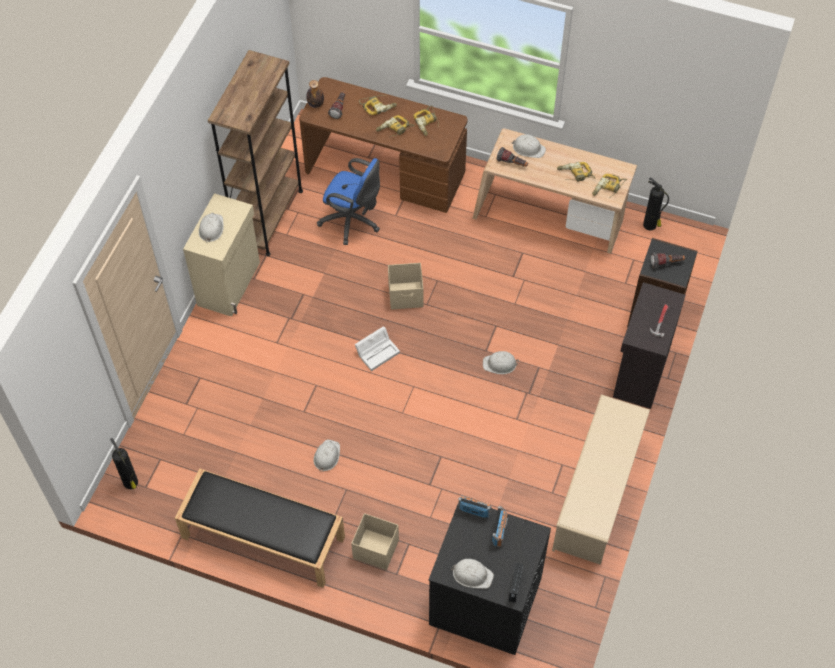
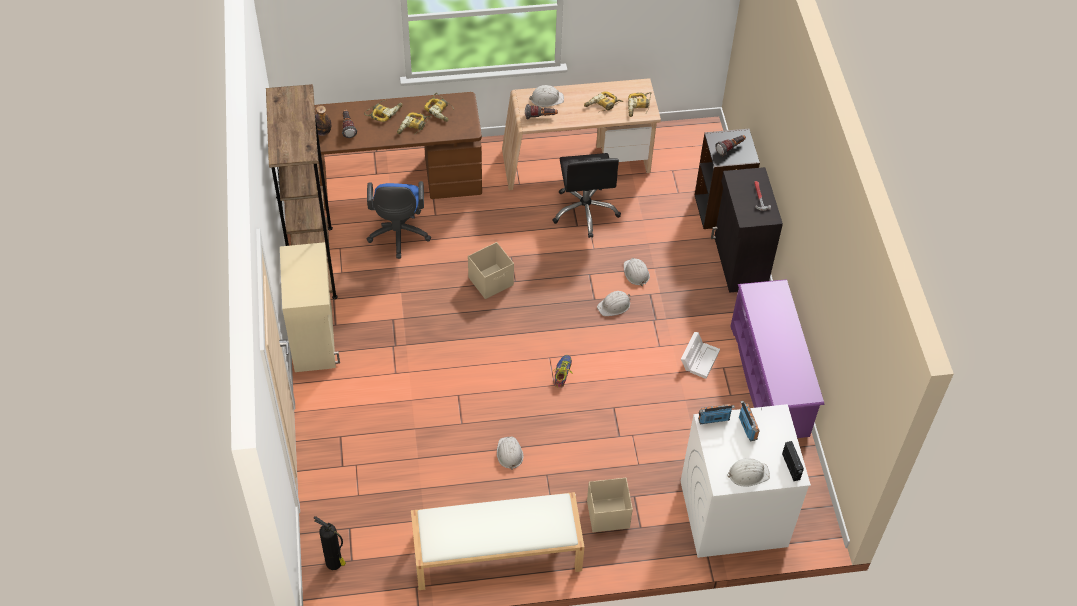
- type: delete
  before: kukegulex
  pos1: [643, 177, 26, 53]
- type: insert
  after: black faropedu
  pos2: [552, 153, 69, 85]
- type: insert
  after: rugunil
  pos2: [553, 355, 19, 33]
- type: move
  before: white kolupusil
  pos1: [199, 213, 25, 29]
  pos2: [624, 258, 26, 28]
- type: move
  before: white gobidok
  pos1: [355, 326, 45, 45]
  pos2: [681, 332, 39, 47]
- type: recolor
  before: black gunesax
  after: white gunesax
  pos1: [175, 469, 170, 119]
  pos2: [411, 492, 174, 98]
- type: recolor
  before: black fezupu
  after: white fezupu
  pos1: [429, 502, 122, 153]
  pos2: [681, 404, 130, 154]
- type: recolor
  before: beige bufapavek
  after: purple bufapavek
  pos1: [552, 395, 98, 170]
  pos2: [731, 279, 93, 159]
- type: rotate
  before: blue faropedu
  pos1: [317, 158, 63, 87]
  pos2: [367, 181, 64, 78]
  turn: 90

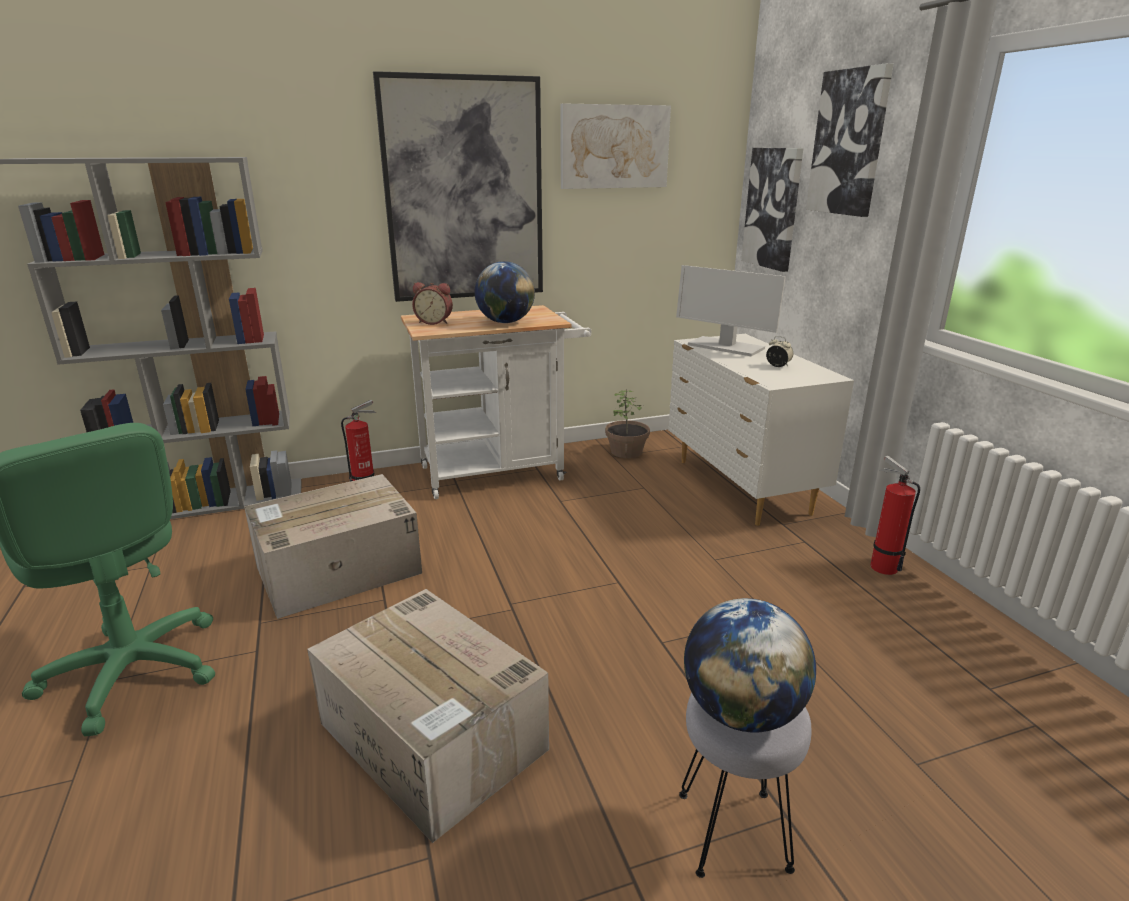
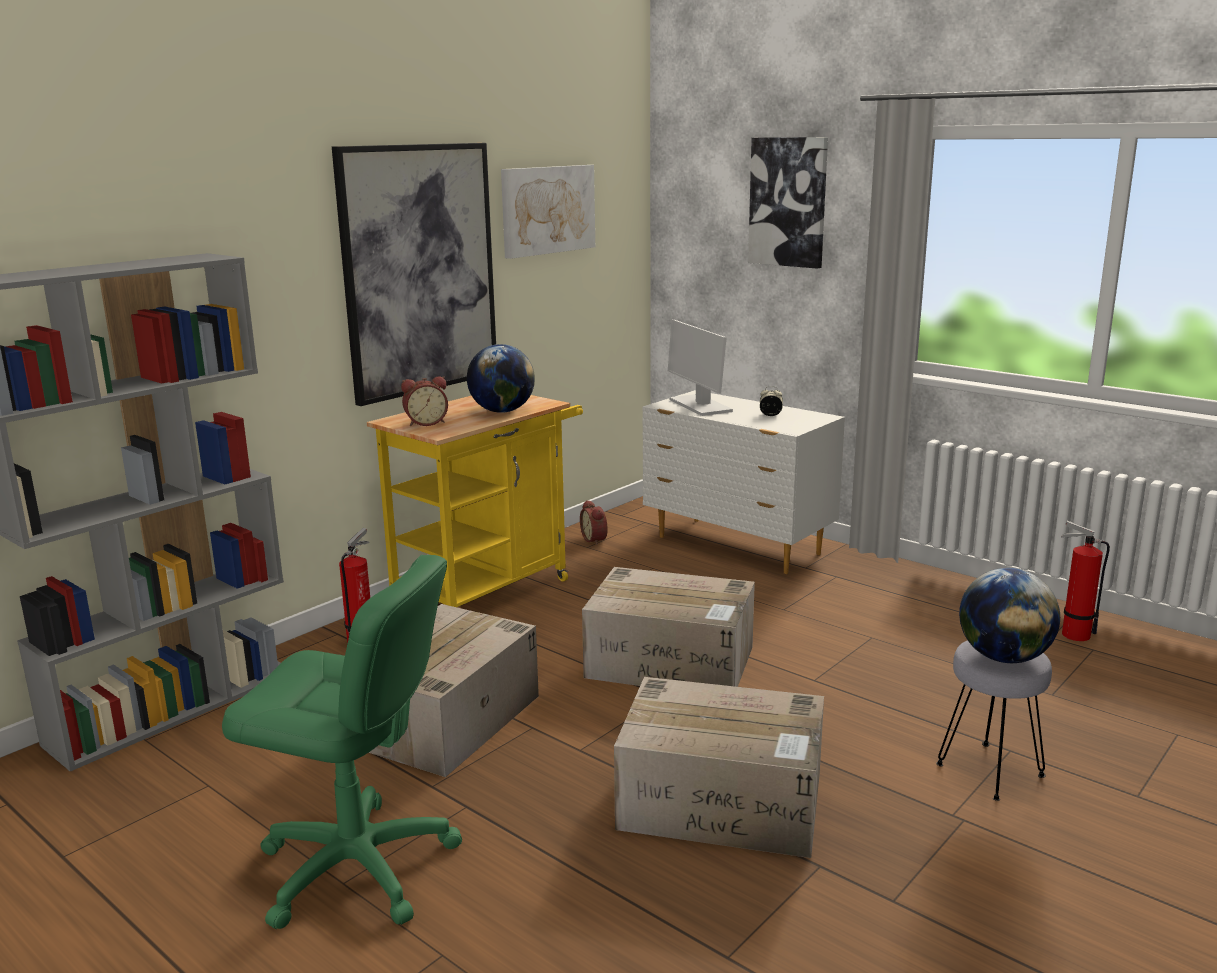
- type: delete
  before: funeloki
  pos1: [741, 148, 63, 124]
- type: insert
  after: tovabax
  pos2: [582, 567, 173, 120]
- type: move
  before: kukegulex
  pos1: [870, 456, 50, 119]
  pos2: [1061, 521, 49, 120]
- type: replace
  before: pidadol
  after: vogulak
  pos1: [605, 390, 45, 68]
  pos2: [580, 500, 28, 45]
- type: recolor
  before: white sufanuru
  after: yellow sufanuru
  pos1: [401, 305, 191, 194]
  pos2: [367, 395, 216, 212]
- type: rotate
  before: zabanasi
  pos1: [676, 265, 110, 91]
  pos2: [668, 320, 65, 96]
  turn: 60

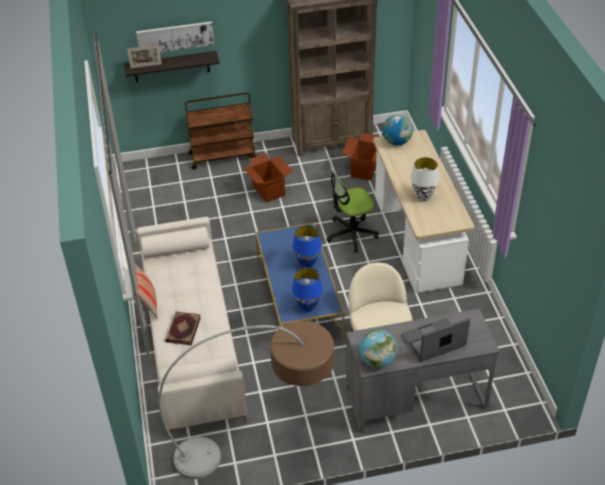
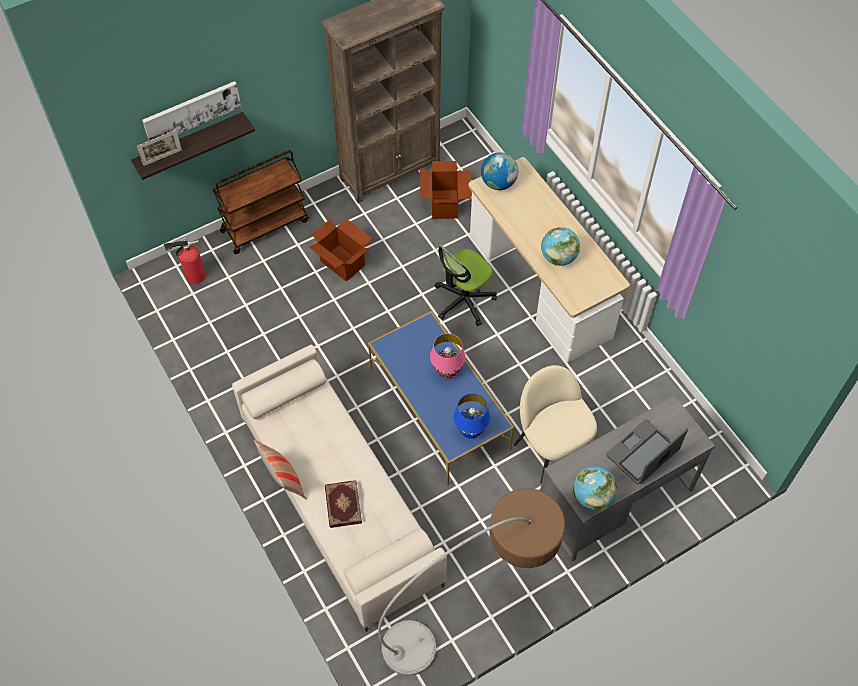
- type: insert
  after: kukegulex
  pos2: [164, 238, 42, 46]
- type: replace
  before: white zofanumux
  after: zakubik
  pos1: [410, 157, 29, 44]
  pos2: [541, 227, 39, 39]
- type: recolor
  before: blue zofanumux
  after: pink zofanumux
  pos1: [292, 225, 30, 43]
  pos2: [430, 334, 35, 45]

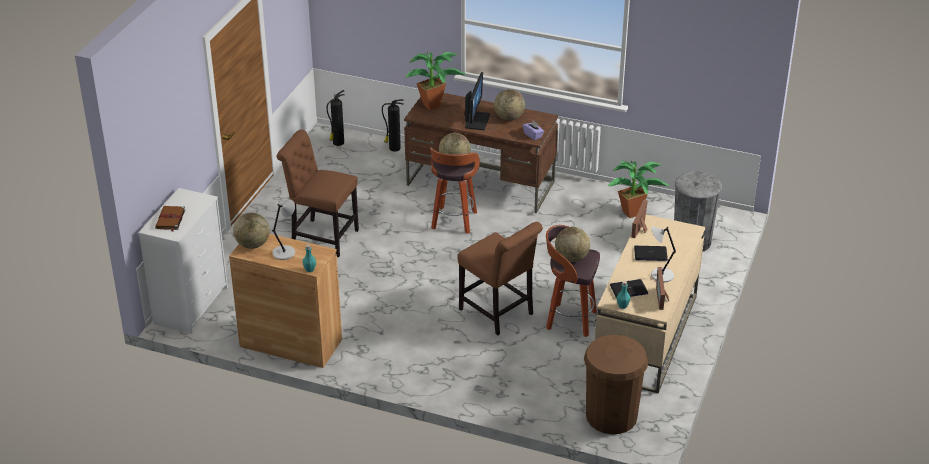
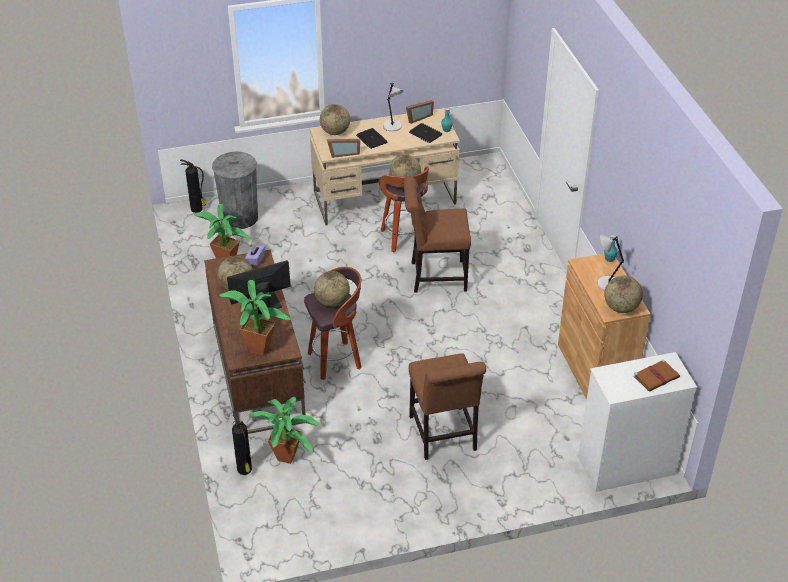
- type: delete
  before: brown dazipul
  pos1: [584, 335, 64, 99]
- type: insert
  after: pidadol
  pos2: [249, 397, 71, 67]
- type: insert
  after: zakubik
  pos2: [320, 104, 30, 31]
- type: move
  before: kukegulex
  pos1: [327, 90, 17, 56]
  pos2: [180, 159, 26, 54]
- type: rotate
  before: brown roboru
  pos1: [458, 222, 85, 113]
  pos2: [403, 176, 68, 117]
  turn: -105

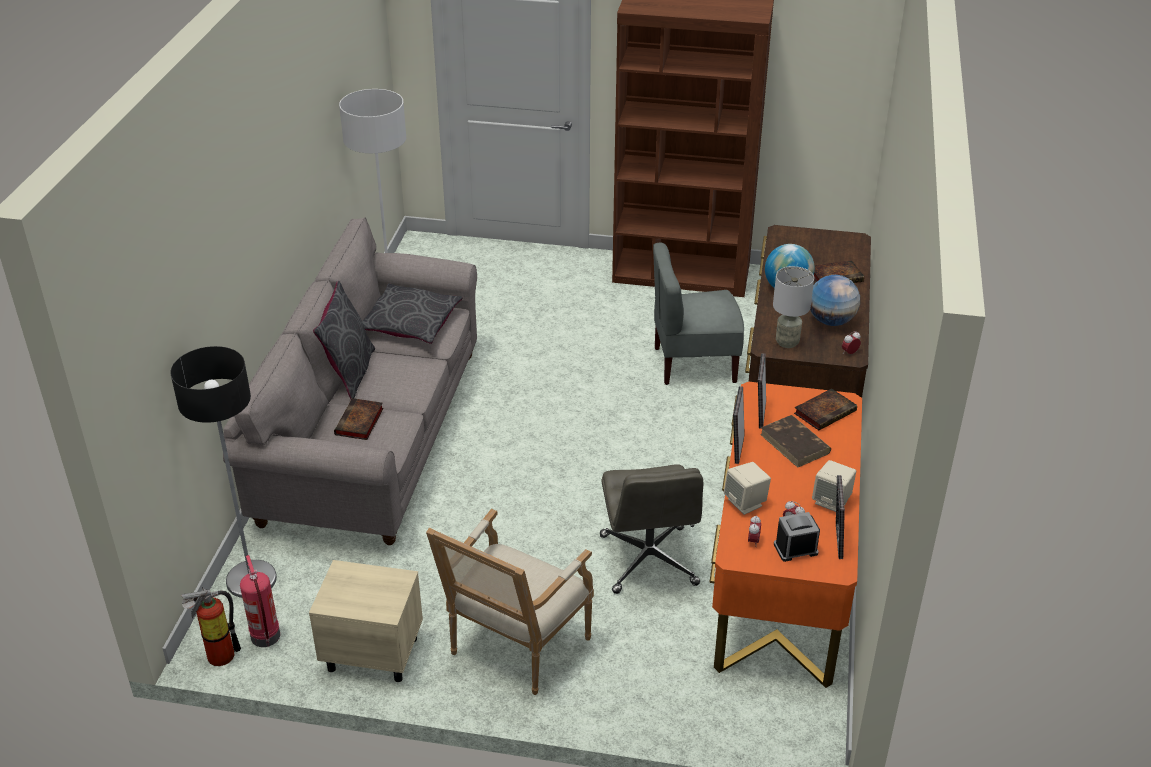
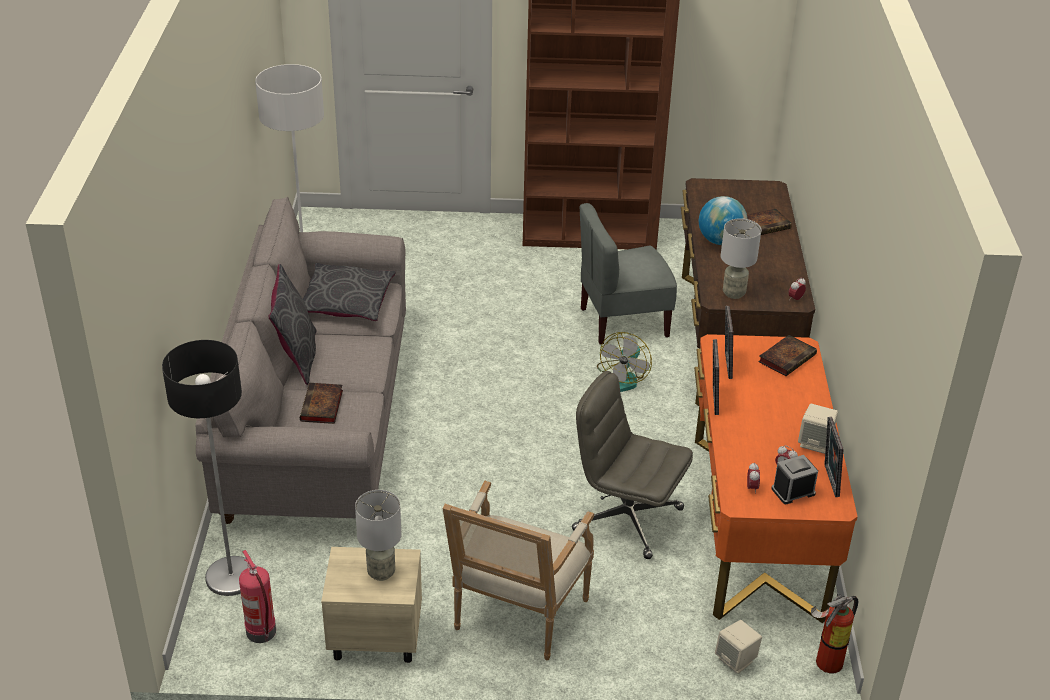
- type: delete
  before: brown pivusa
  pos1: [760, 415, 71, 53]
- type: delete
  before: zakubik
  pos1: [810, 275, 50, 51]
- type: insert
  after: grey zofanumux
  pos2: [355, 490, 46, 91]
- type: insert
  after: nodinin
  pos2: [597, 332, 55, 60]
- type: move
  before: kukegulex
  pos1: [181, 586, 60, 80]
  pos2: [811, 594, 47, 79]
- type: move
  before: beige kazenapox
  pos1: [724, 462, 47, 53]
  pos2: [715, 620, 47, 54]
- type: rotate
  before: grey faropedu
  pos1: [600, 464, 103, 130]
  pos2: [572, 371, 121, 188]
  turn: 135

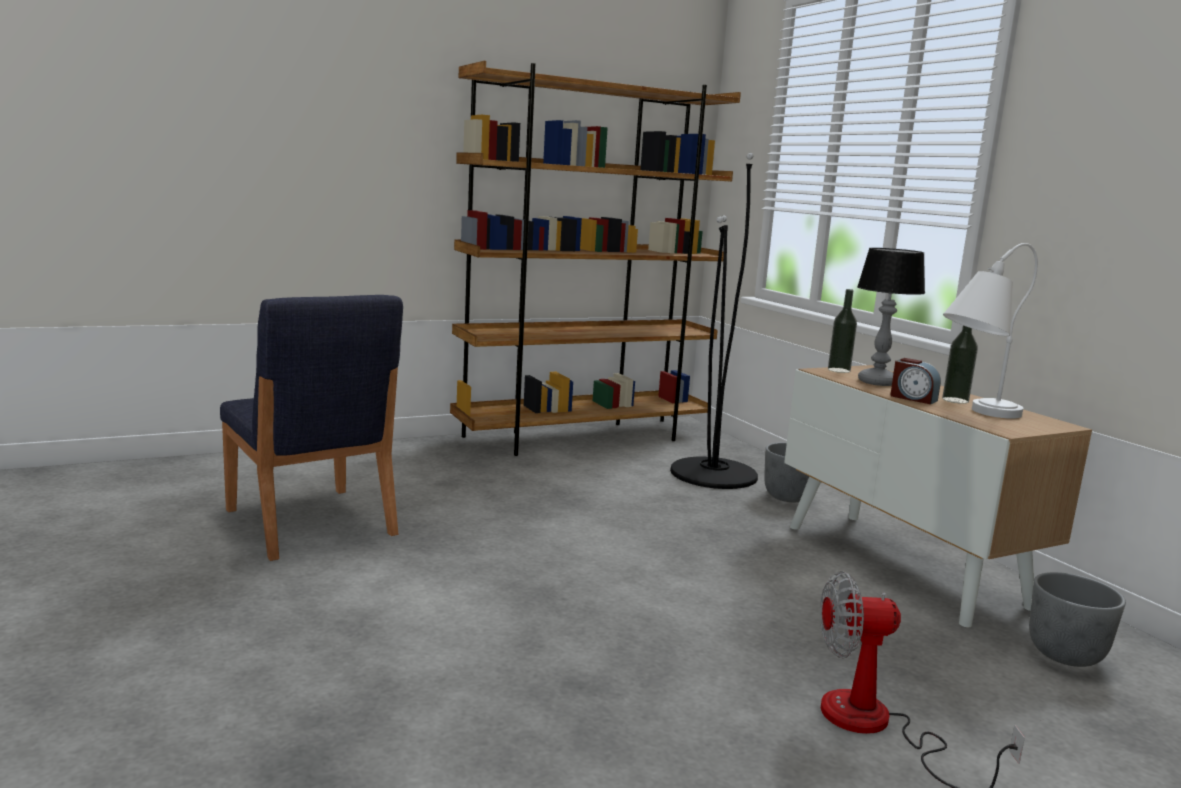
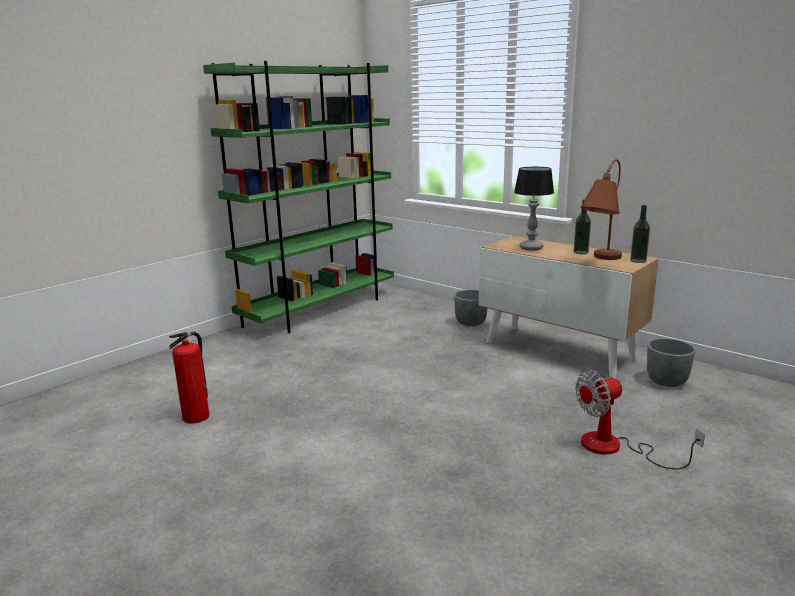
- type: delete
  before: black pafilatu
  pos1: [670, 153, 88, 336]
- type: delete
  before: vogulak
  pos1: [890, 358, 51, 46]
- type: move
  before: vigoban
  pos1: [828, 289, 29, 84]
  pos2: [630, 205, 20, 58]
- type: replace
  before: blue roboru
  after: kukegulex
  pos1: [220, 295, 183, 266]
  pos2: [169, 332, 40, 92]
- type: recolor
  before: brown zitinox
  after: green zitinox
  pos1: [450, 61, 291, 395]
  pos2: [203, 61, 191, 272]
- type: recolor
  before: white zofanumux
  after: brown zofanumux
  pos1: [943, 243, 95, 176]
  pos2: [580, 159, 42, 101]

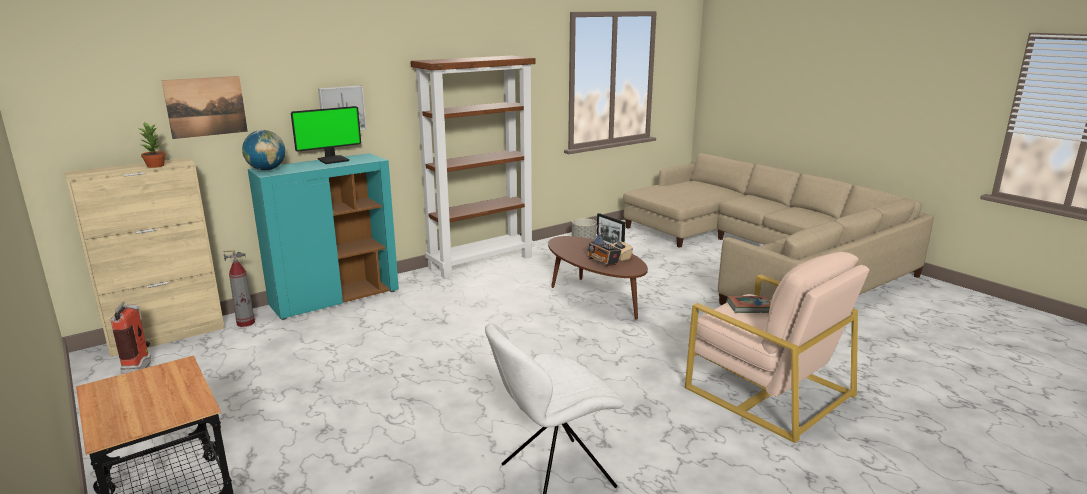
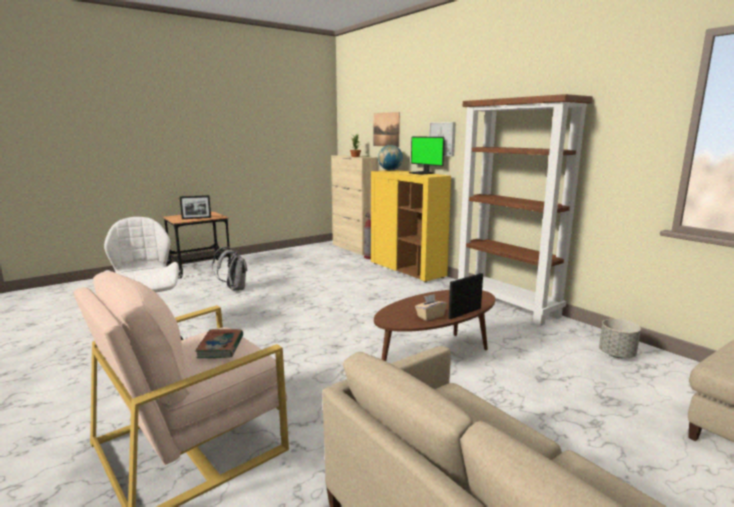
- type: delete
  before: kukegulex
  pos1: [111, 302, 40, 72]
- type: delete
  before: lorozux
  pos1: [587, 223, 35, 43]
- type: insert
  after: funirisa
  pos2: [180, 195, 31, 24]
- type: insert
  after: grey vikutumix
  pos2: [212, 247, 35, 44]
- type: recolor
  before: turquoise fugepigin
  after: yellow fugepigin
  pos1: [248, 153, 151, 167]
  pos2: [371, 170, 80, 113]

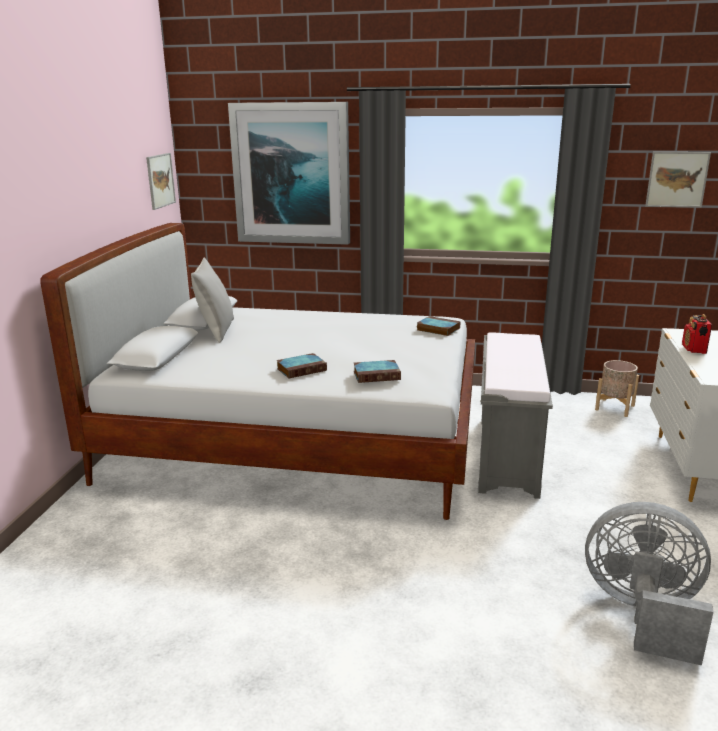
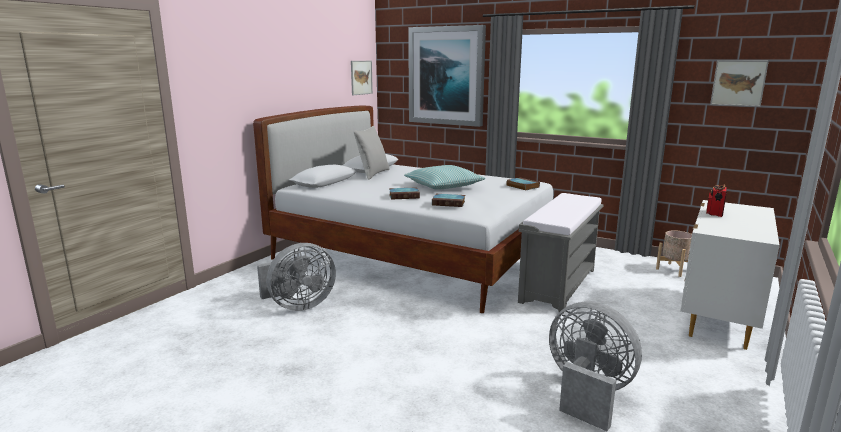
- type: insert
  after: grey nodinin
  pos2: [257, 243, 79, 68]
- type: insert
  after: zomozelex
  pos2: [404, 165, 81, 25]

